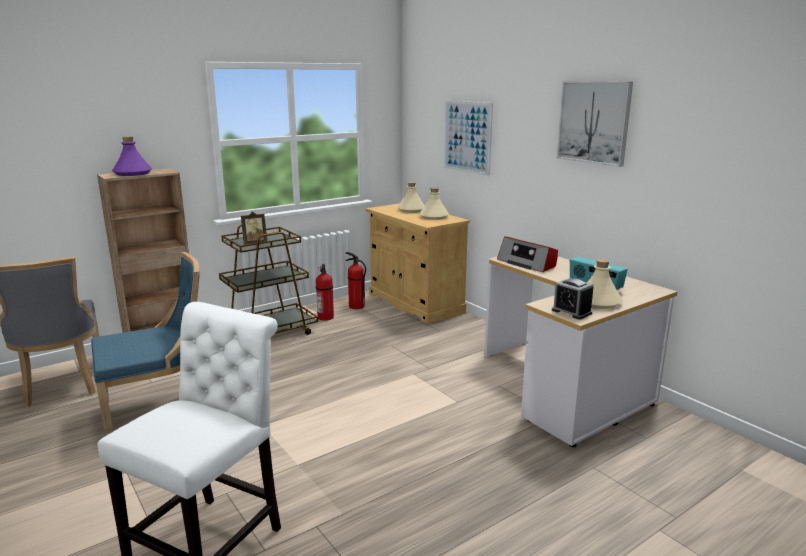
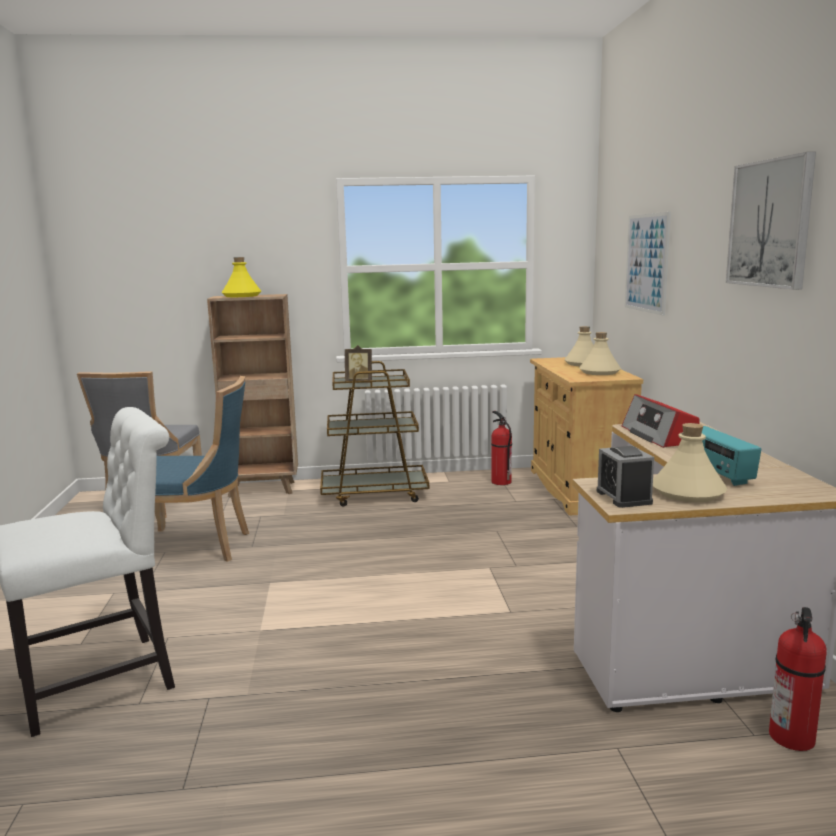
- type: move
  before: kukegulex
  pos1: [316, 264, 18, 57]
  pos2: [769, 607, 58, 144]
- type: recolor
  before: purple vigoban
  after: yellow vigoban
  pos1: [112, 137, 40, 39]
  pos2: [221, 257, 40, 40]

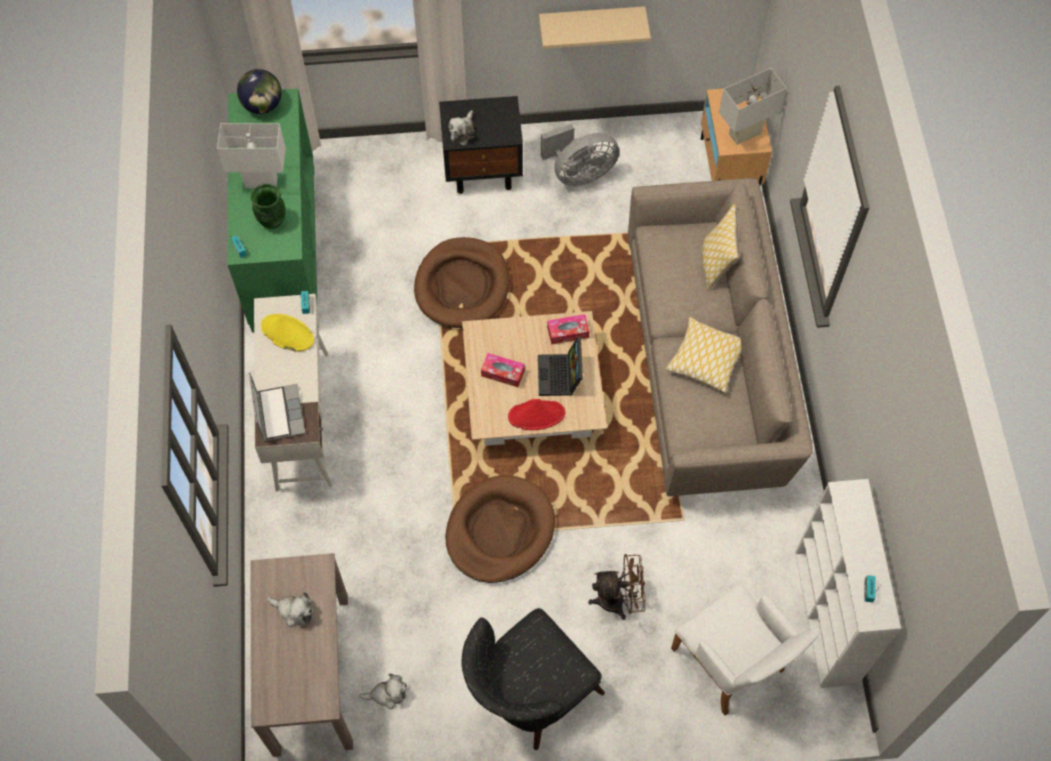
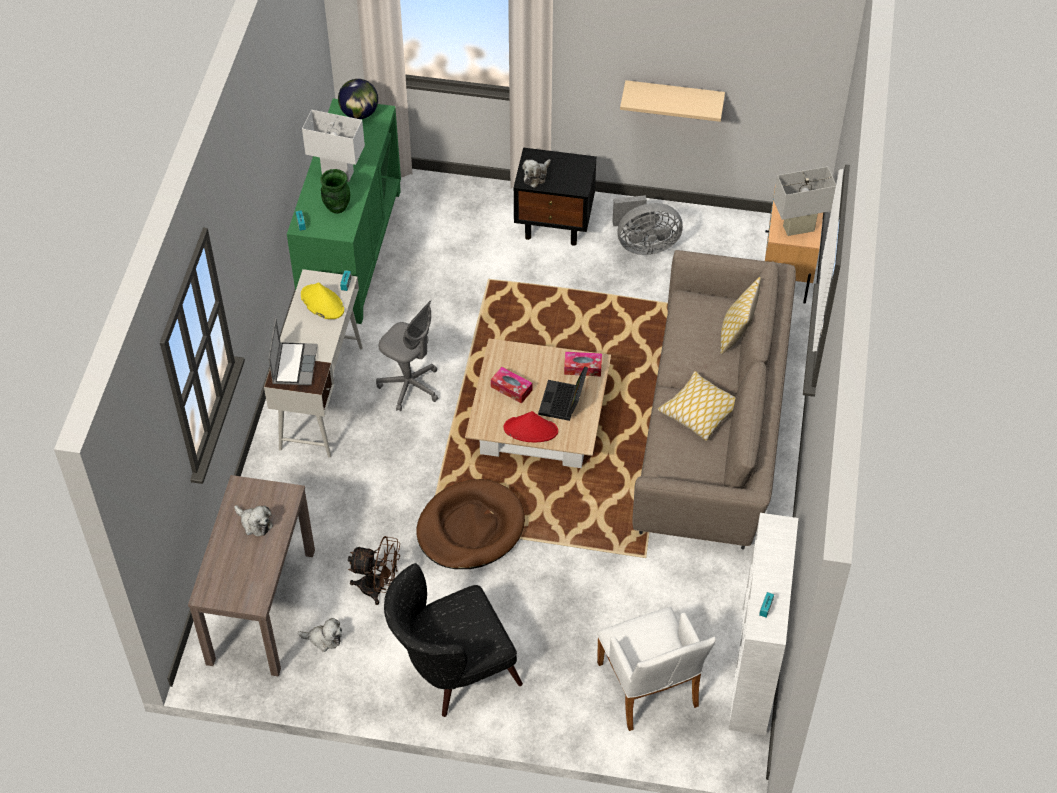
- type: delete
  before: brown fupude
  pos1: [414, 237, 96, 91]
- type: insert
  after: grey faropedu
  pos2: [376, 300, 62, 111]
- type: move
  before: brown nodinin
  pos1: [588, 554, 58, 66]
  pos2: [348, 536, 52, 69]

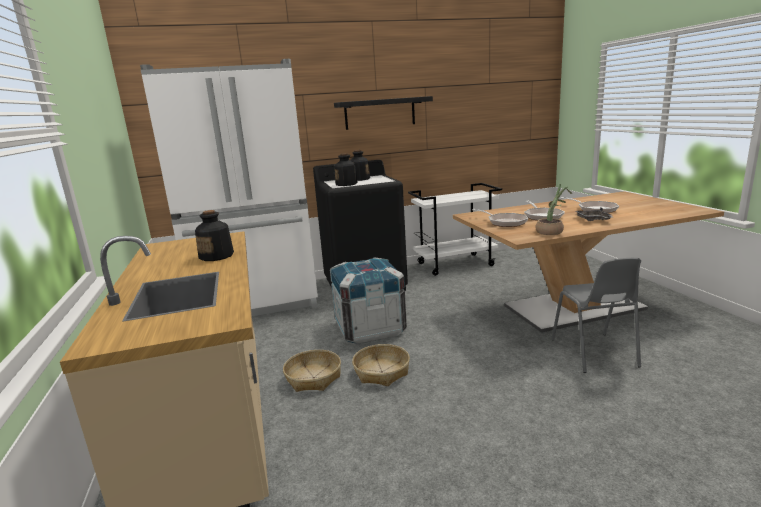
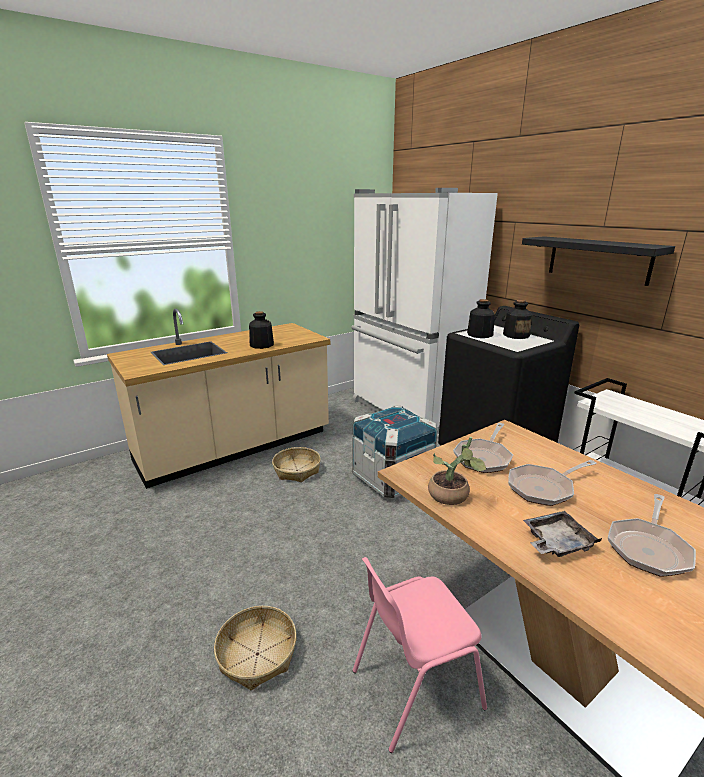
- type: move
  before: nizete
  pos1: [352, 344, 58, 42]
  pos2: [214, 606, 82, 84]
- type: recolor
  before: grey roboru
  after: pink roboru
  pos1: [551, 258, 90, 115]
  pos2: [353, 557, 134, 196]

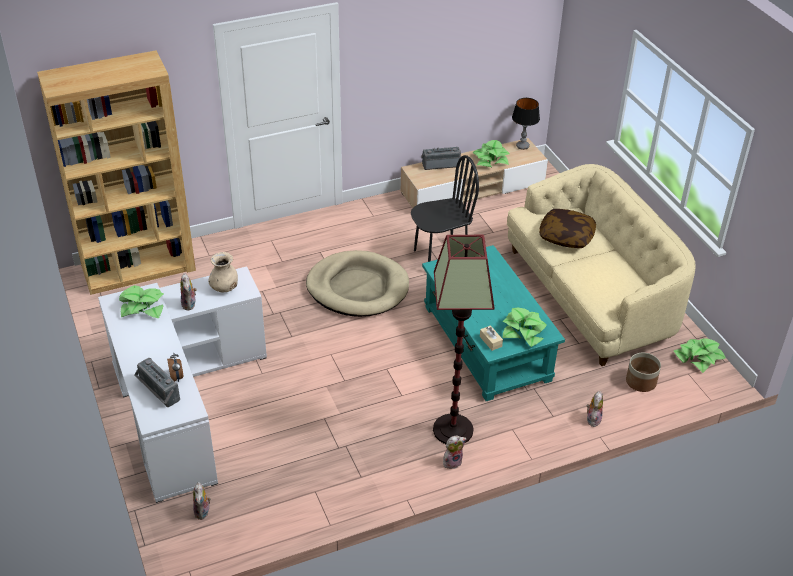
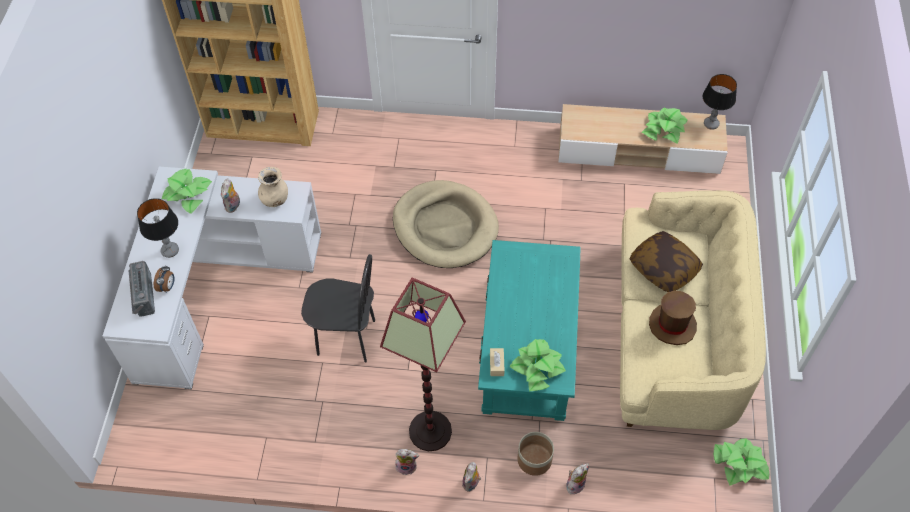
- type: delete
  before: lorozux
  pos1: [421, 146, 40, 24]
- type: insert
  after: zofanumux
  pos2: [137, 198, 42, 60]
- type: insert
  after: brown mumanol
  pos2: [649, 291, 48, 54]
- type: move
  before: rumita
  pos1: [193, 482, 18, 38]
  pos2: [462, 462, 19, 30]
- type: move
  before: black roboru
  pos1: [411, 155, 68, 107]
  pos2: [301, 254, 74, 109]
- type: move
  before: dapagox
  pos1: [626, 353, 35, 39]
  pos2: [517, 432, 37, 44]

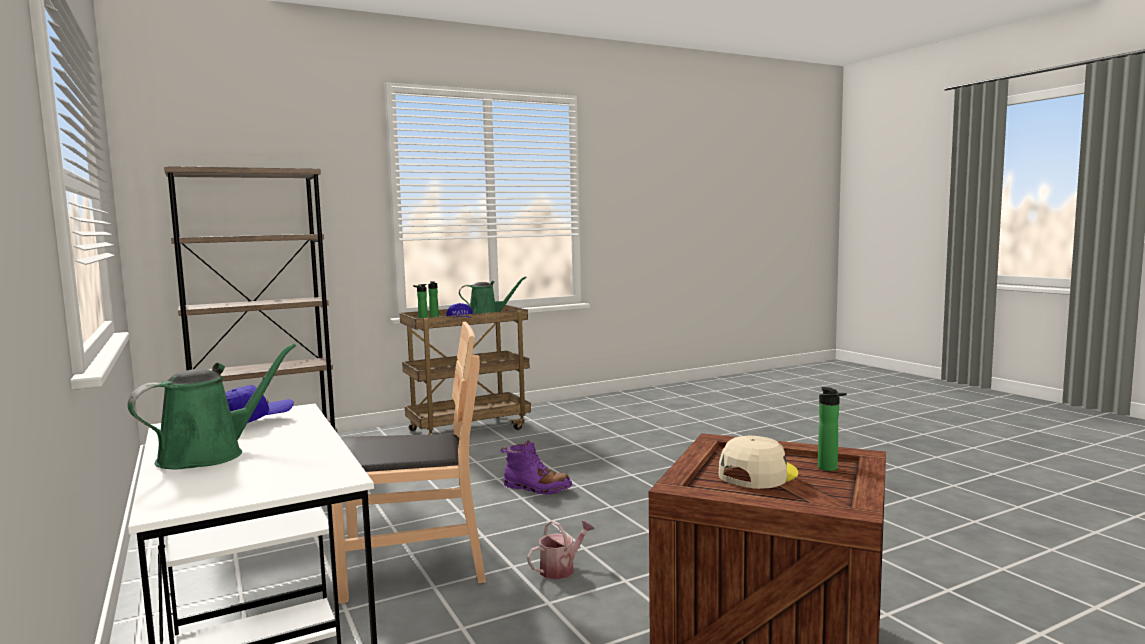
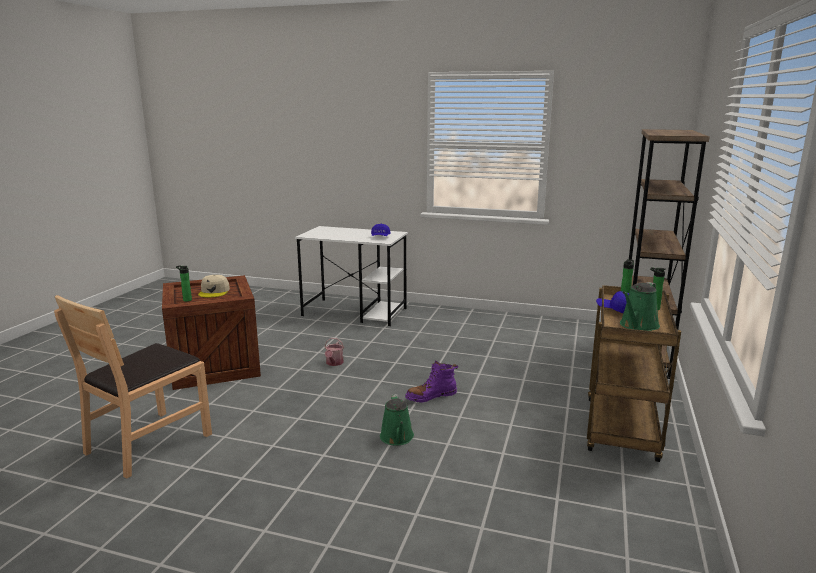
- type: move
  before: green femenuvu
  pos1: [128, 343, 168, 127]
  pos2: [380, 394, 34, 51]
- type: move
  before: brown roboru
  pos1: [331, 322, 155, 282]
  pos2: [54, 295, 158, 184]

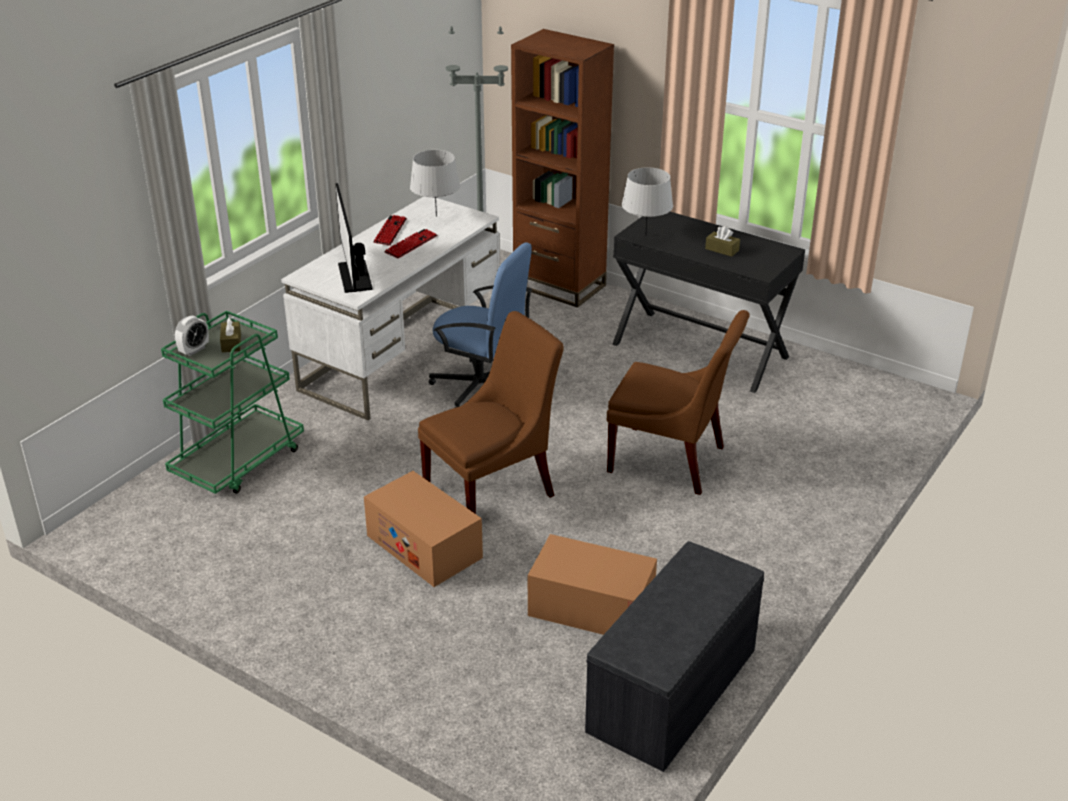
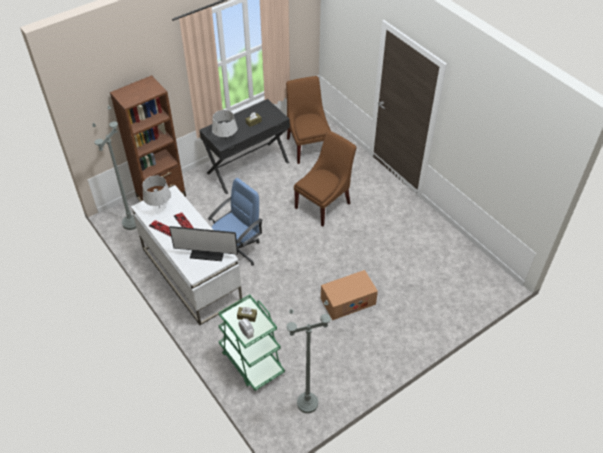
- type: delete
  before: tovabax
  pos1: [528, 534, 129, 101]
- type: delete
  before: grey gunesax
  pos1: [585, 541, 179, 231]
- type: insert
  after: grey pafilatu
  pos2: [286, 300, 45, 113]
- type: move
  before: brown roboru
  pos1: [418, 311, 146, 203]
  pos2: [286, 76, 45, 88]

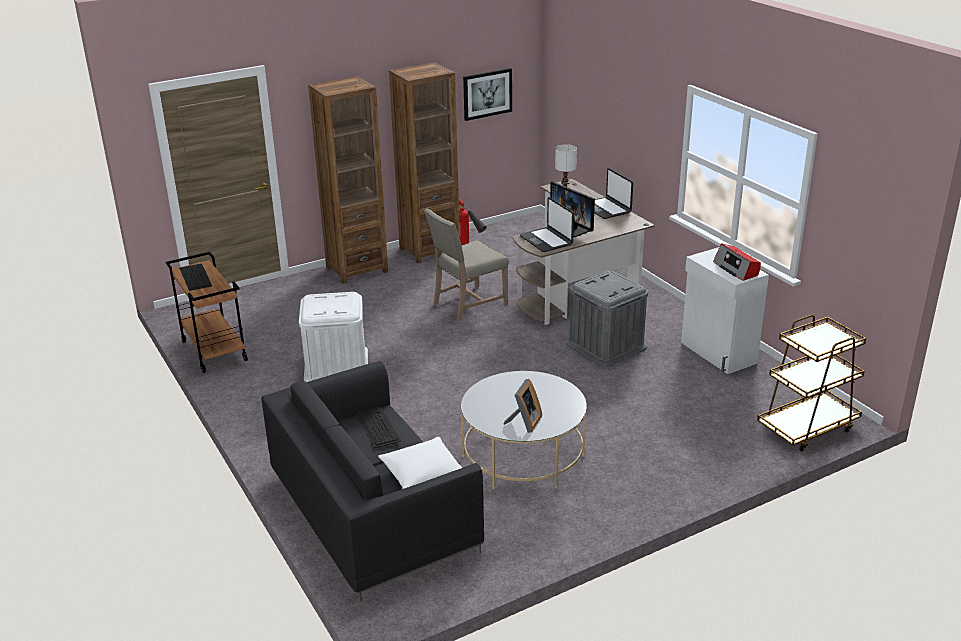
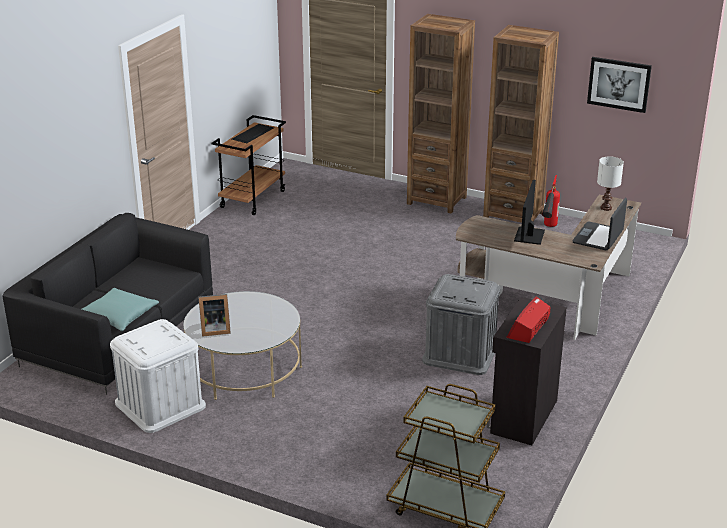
- type: delete
  before: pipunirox
  pos1: [355, 407, 46, 41]
- type: delete
  before: beige roboru
  pos1: [424, 208, 85, 113]
- type: delete
  before: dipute
  pos1: [520, 197, 54, 55]
- type: move
  before: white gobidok
  pos1: [299, 292, 69, 90]
  pos2: [110, 319, 96, 114]
- type: recolor
  before: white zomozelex
  after: turquoise zomozelex
  pos1: [378, 437, 84, 52]
  pos2: [82, 288, 77, 43]
- type: recolor
  before: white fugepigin
  after: black fugepigin
  pos1: [681, 247, 88, 127]
  pos2: [487, 297, 80, 148]

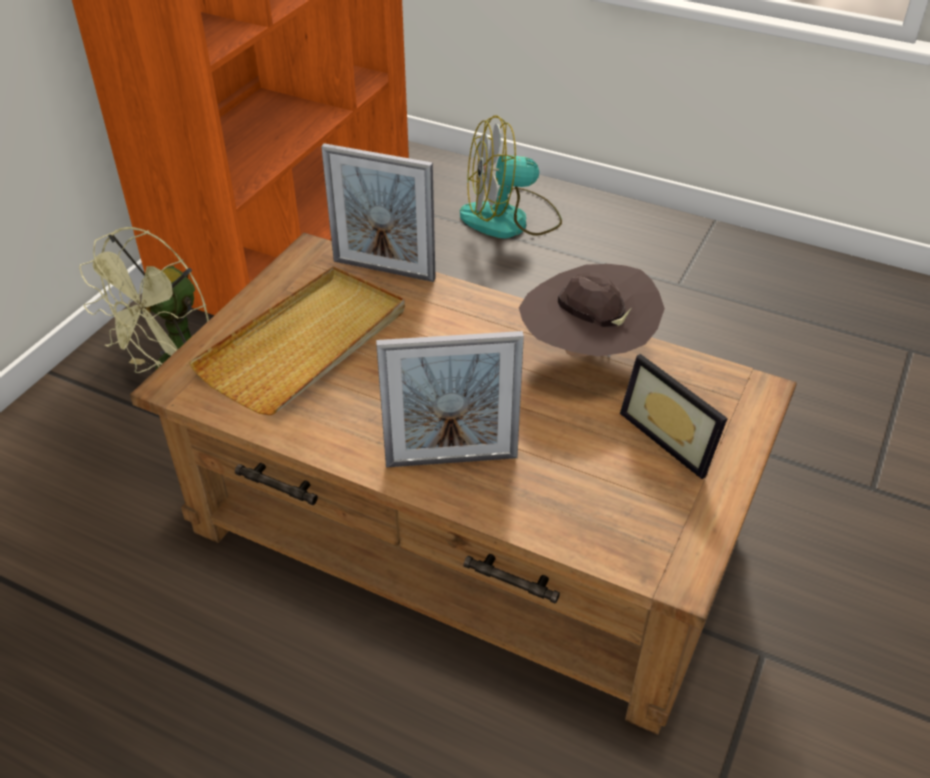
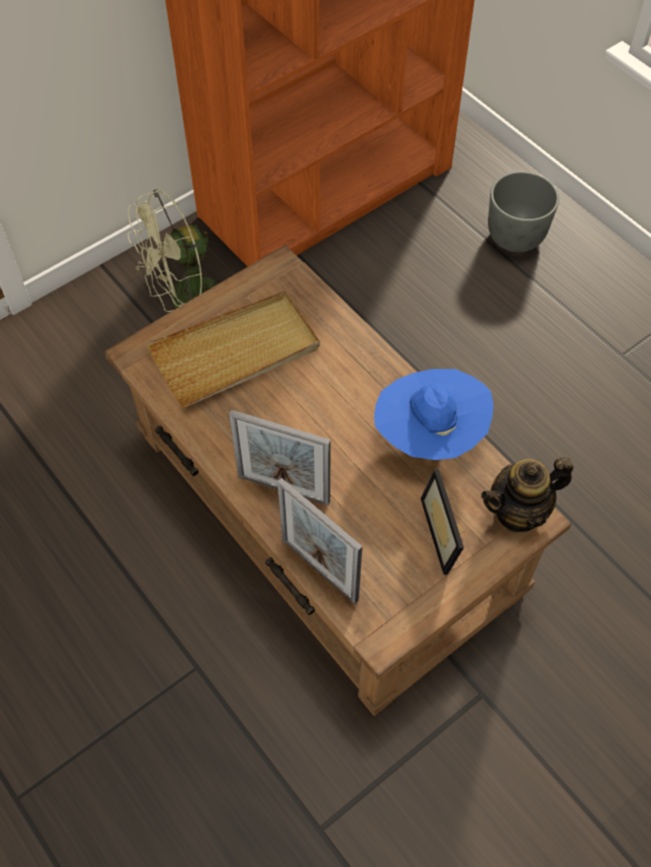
- type: insert
  after: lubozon
  pos2: [481, 457, 92, 75]
- type: move
  before: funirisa
  pos1: [321, 143, 115, 139]
  pos2: [277, 478, 85, 126]
- type: replace
  before: nodinin
  after: grey dapagox
  pos1: [460, 116, 102, 123]
  pos2: [488, 171, 71, 81]
- type: recolor
  before: brown mumanol
  after: blue mumanol
  pos1: [519, 264, 146, 93]
  pos2: [374, 369, 119, 91]

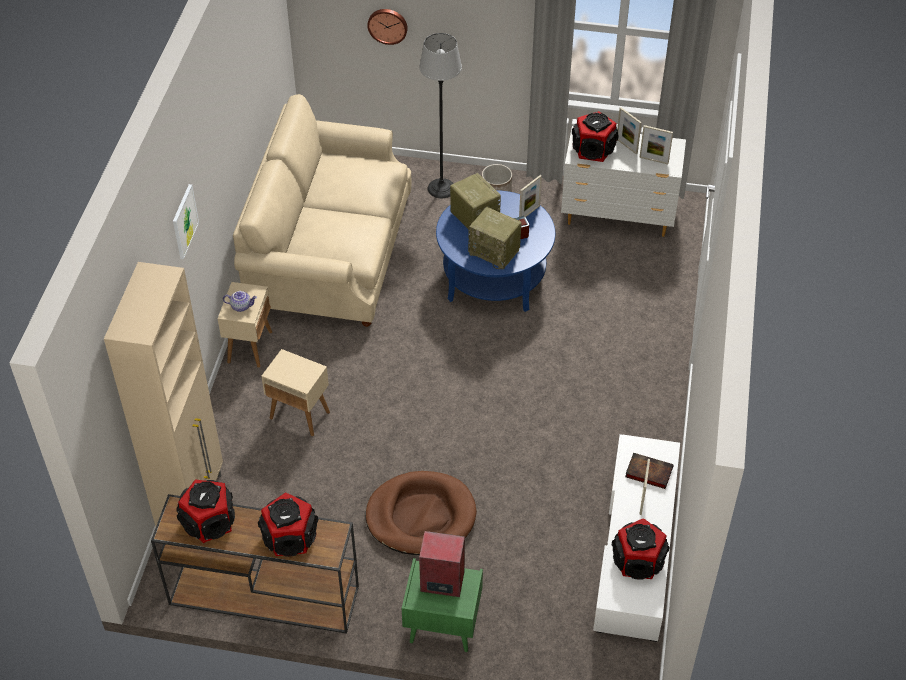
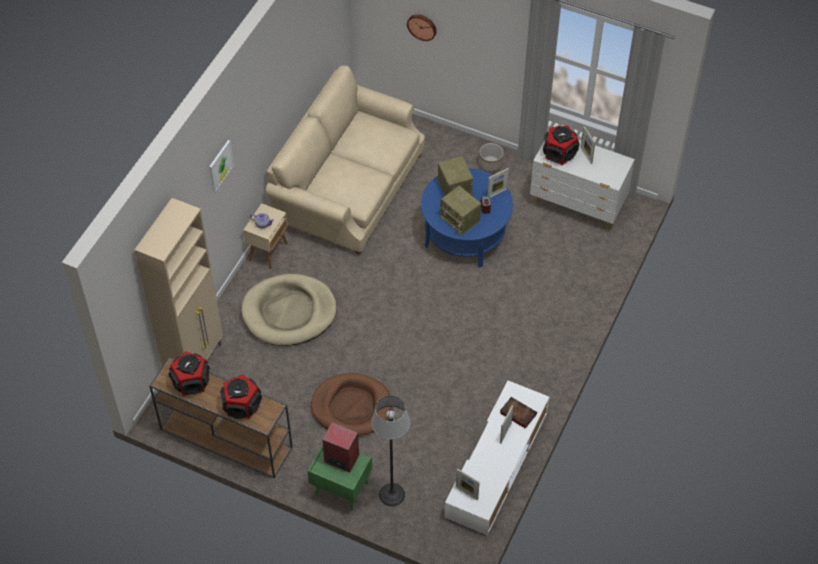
- type: delete
  before: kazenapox
  pos1: [612, 518, 58, 62]
- type: move
  before: pafilatu
  pos1: [419, 33, 43, 165]
  pos2: [371, 395, 39, 111]
- type: move
  before: funirisa
  pos1: [639, 125, 34, 39]
  pos2: [456, 468, 24, 32]
- type: replace
  before: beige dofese
  after: beige fupude
  pos1: [261, 349, 69, 87]
  pos2: [241, 274, 96, 72]

